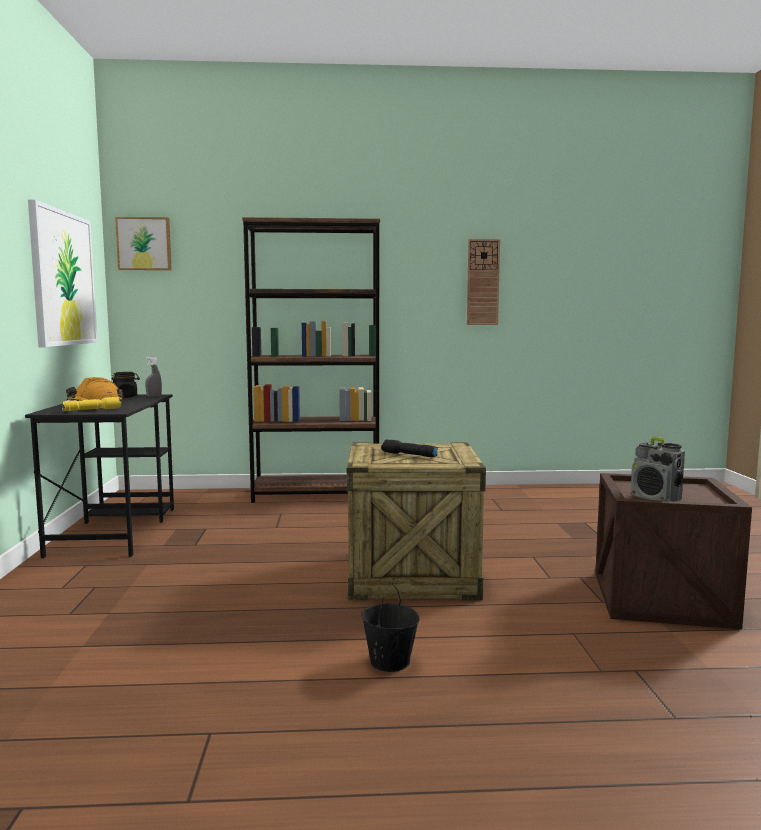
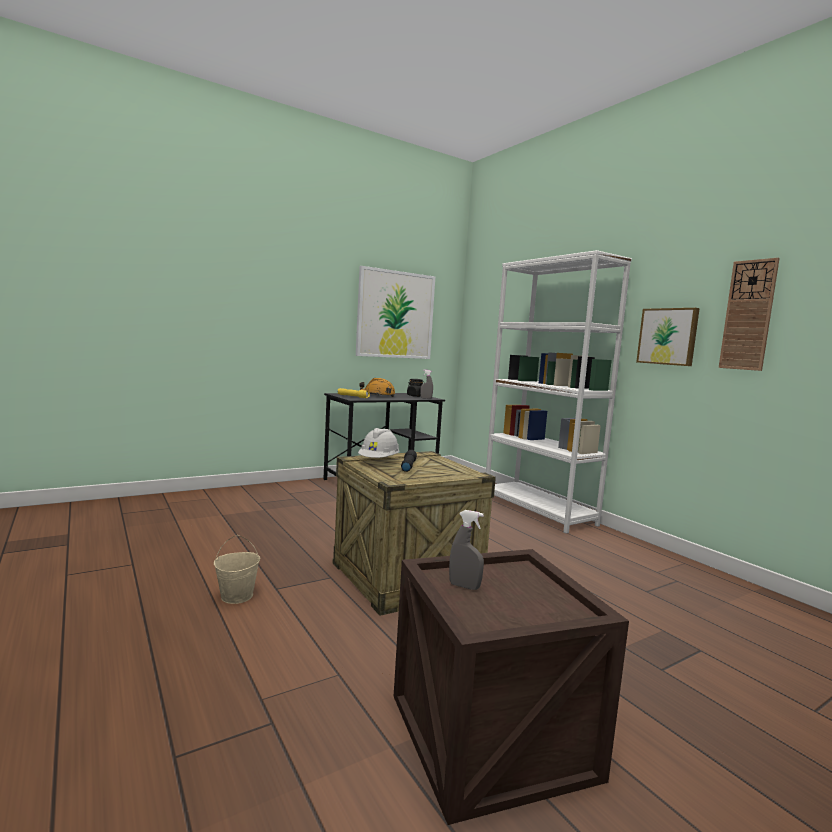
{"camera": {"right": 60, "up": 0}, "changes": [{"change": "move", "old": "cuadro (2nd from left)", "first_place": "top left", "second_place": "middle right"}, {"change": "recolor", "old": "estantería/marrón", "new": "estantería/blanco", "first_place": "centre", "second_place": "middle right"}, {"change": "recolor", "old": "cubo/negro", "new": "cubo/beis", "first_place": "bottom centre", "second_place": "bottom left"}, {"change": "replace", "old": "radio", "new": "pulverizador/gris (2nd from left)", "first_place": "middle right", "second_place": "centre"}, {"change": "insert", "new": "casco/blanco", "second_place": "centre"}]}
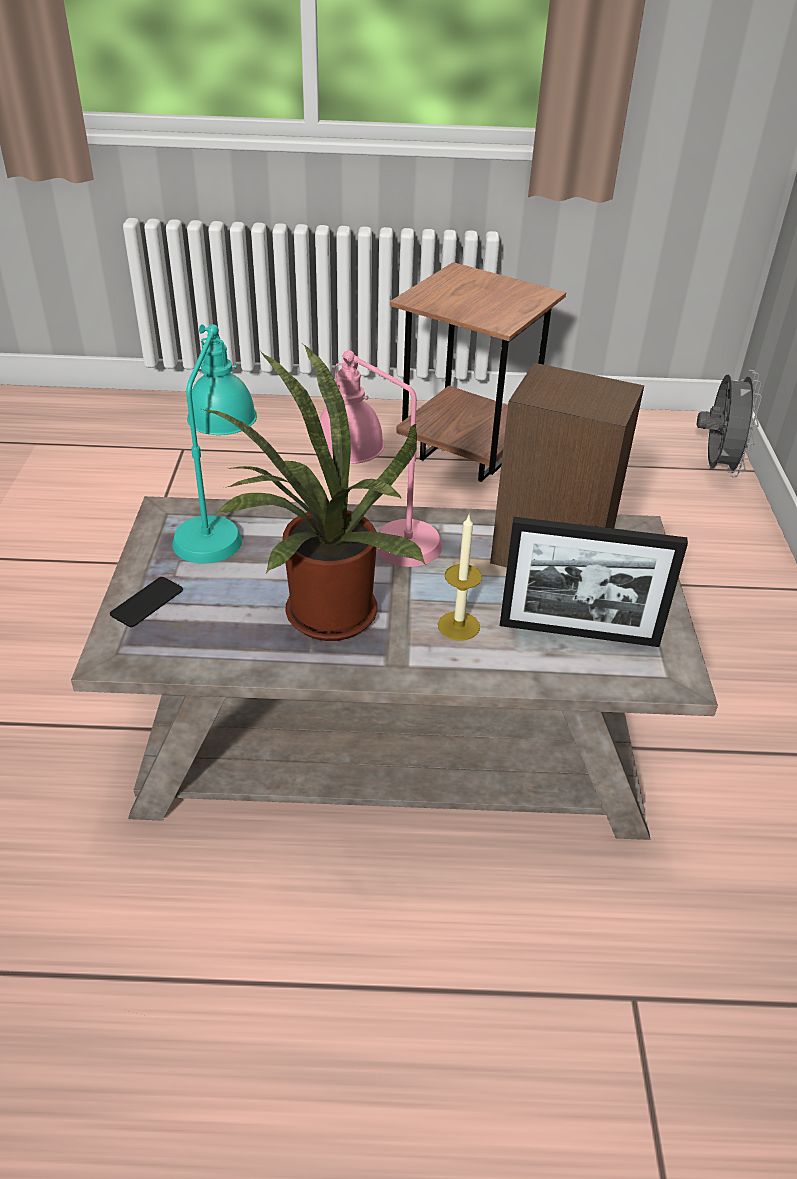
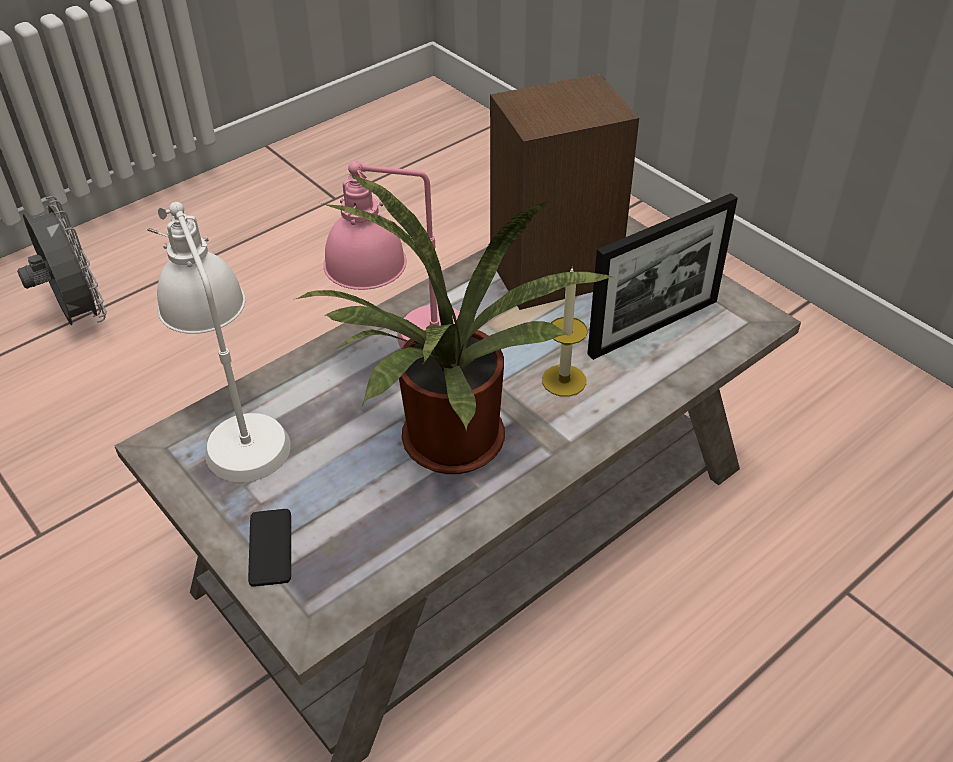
{"camera": {"right": -40, "up": 5}, "changes": [{"change": "recolor", "old": "lámpara de mesa/turquesa", "new": "lámpara de mesa/blanco", "first_place": "middle left", "second_place": "middle left"}, {"change": "delete", "old": "mesa auxiliar/marrón", "first_place": "top centre"}, {"change": "move", "old": "ventilador/gris", "first_place": "middle right", "second_place": "middle left"}]}
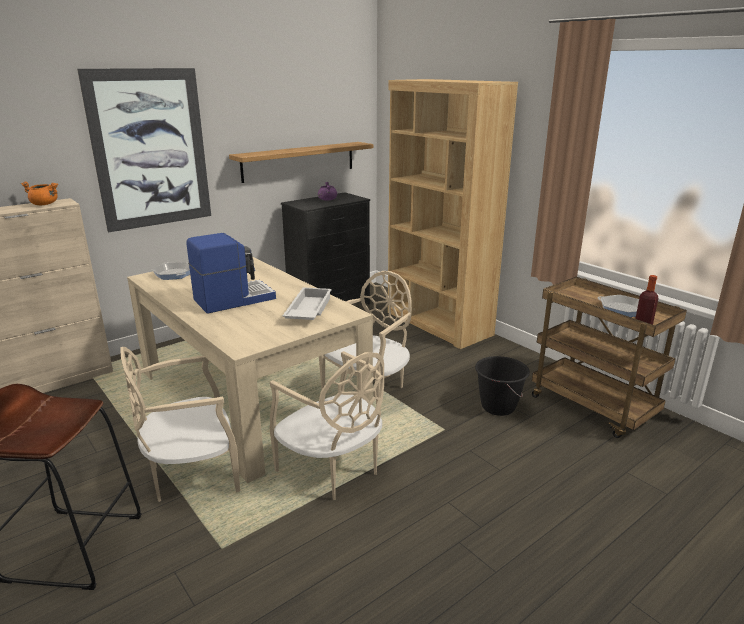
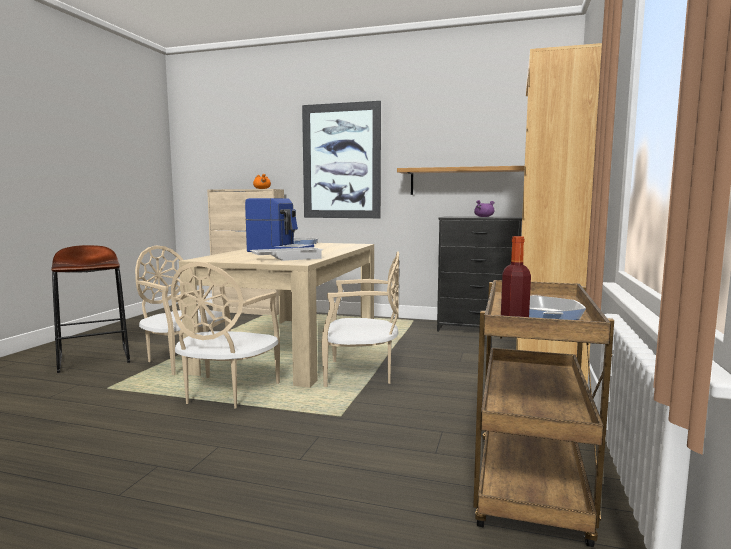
{"camera": {"right": 55, "up": -15}, "changes": [{"change": "delete", "old": "cubo/negro", "first_place": "middle right"}]}
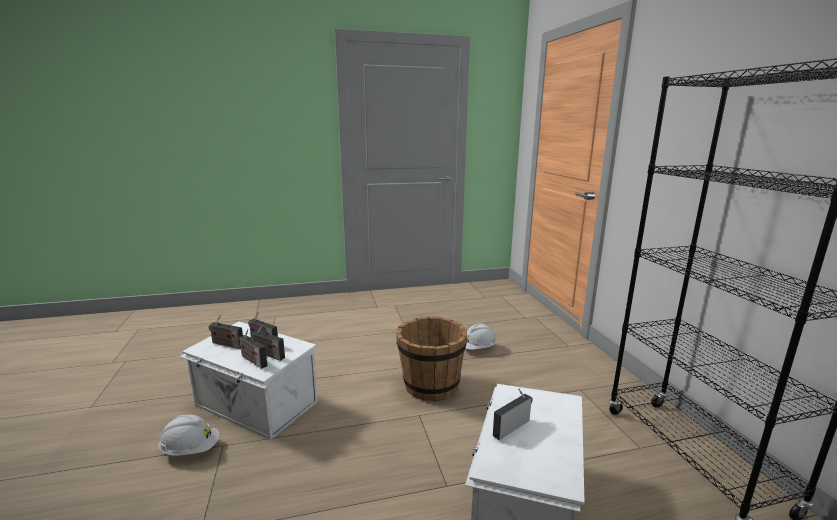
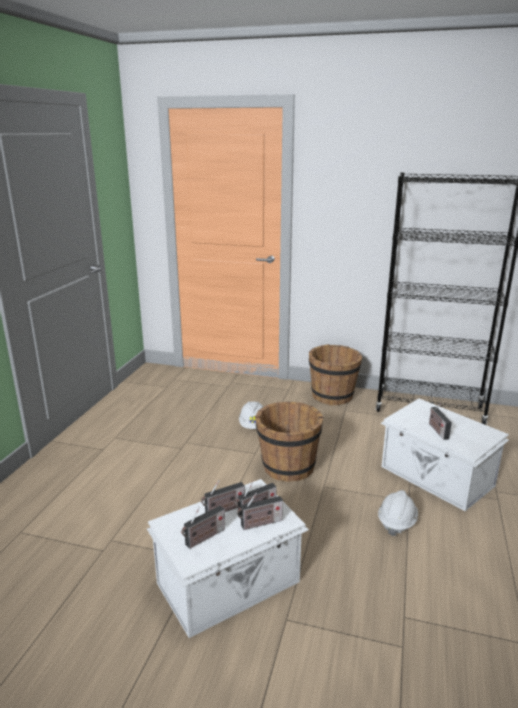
{"camera": {"right": -60, "up": 5}, "changes": [{"change": "move", "old": "casco/blanco (1st from left in the first image)", "new": "casco/blanco (2nd from left)", "first_place": "bottom left", "second_place": "bottom right"}, {"change": "insert", "new": "cubo/marrón (2nd from left)", "second_place": "centre"}]}
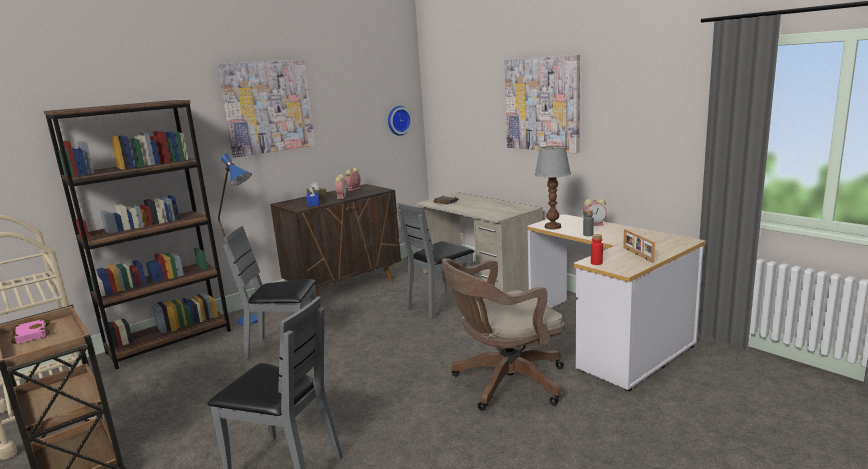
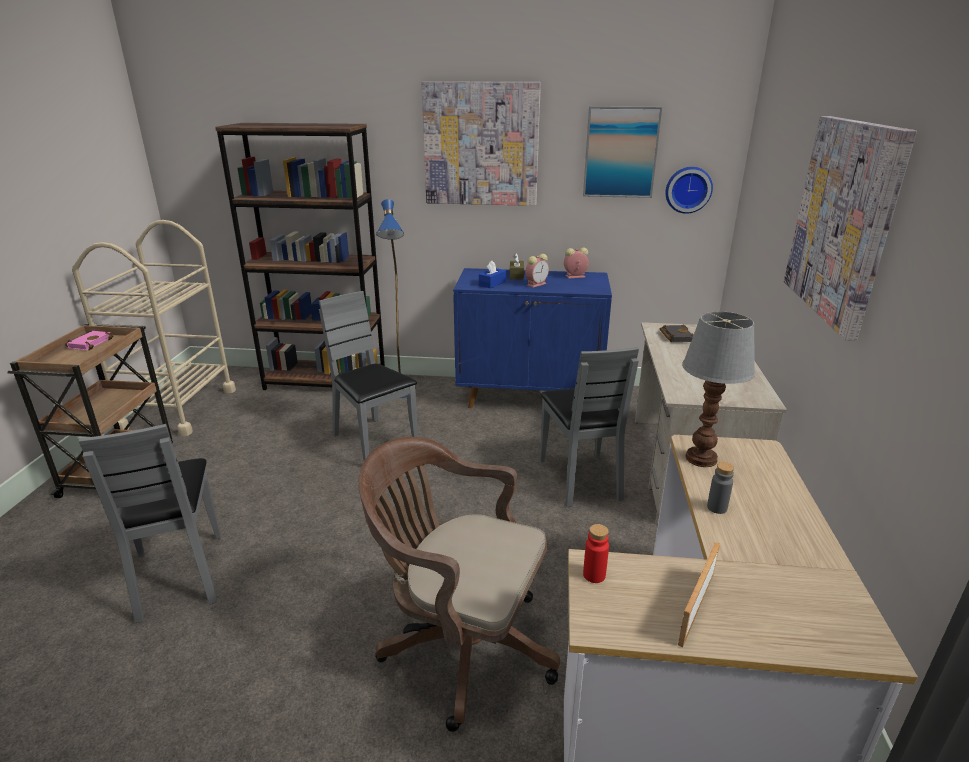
{"camera": {"right": 45, "up": 10}, "changes": [{"change": "recolor", "old": "armario/marrón", "new": "armario/azul", "first_place": "centre", "second_place": "centre"}, {"change": "rotate", "old": "silla/gris (3rd from left)", "first_place": "centre", "second_place": "centre", "degrees": -105}, {"change": "delete", "old": "despertador (3rd from left)", "first_place": "middle right"}, {"change": "insert", "new": "cuadro (2nd from left)", "second_place": "top centre"}]}
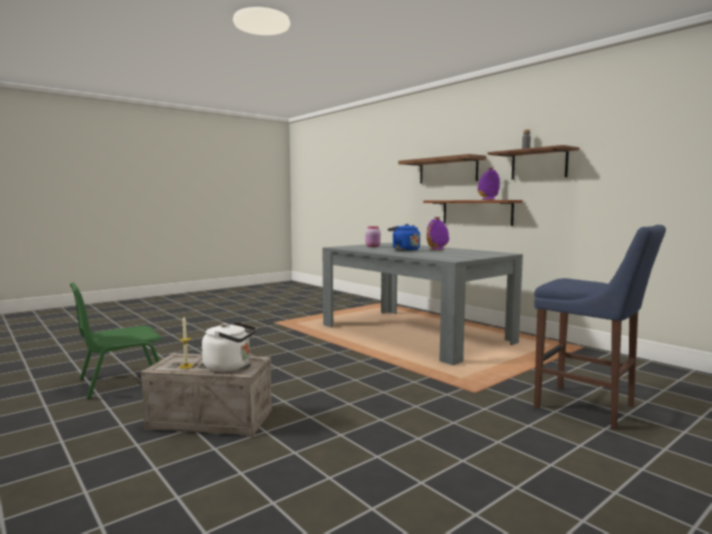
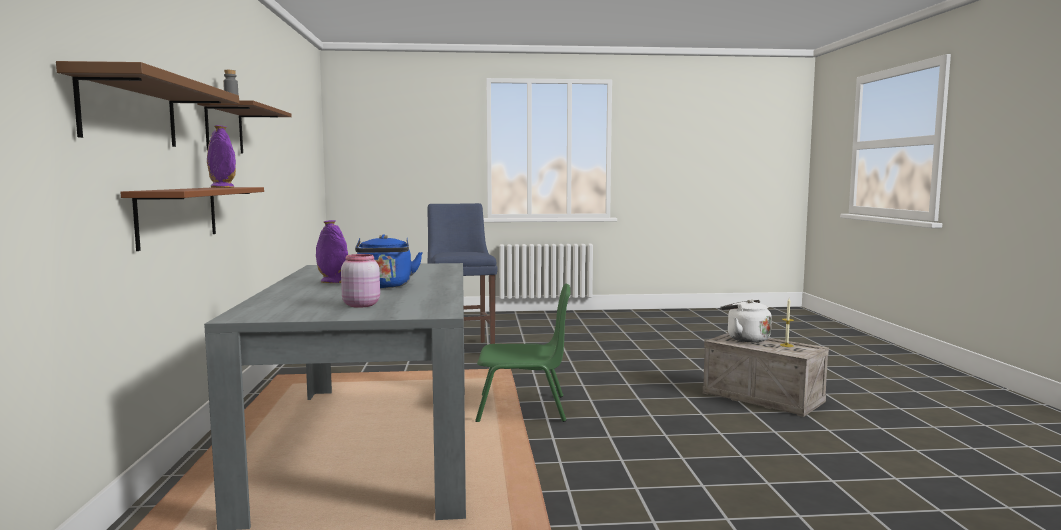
{"camera": {"right": -145, "up": 0}, "changes": [{"change": "move", "old": "silla/verde", "first_place": "middle left", "second_place": "centre"}]}
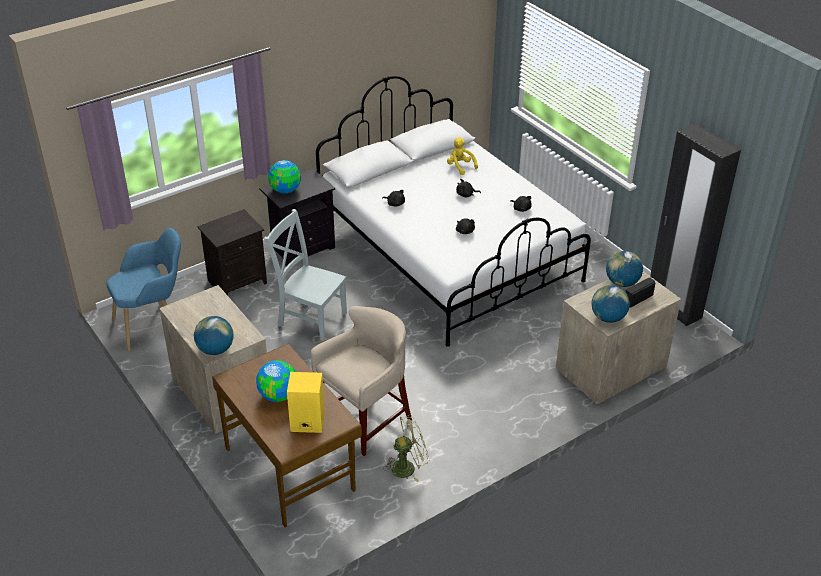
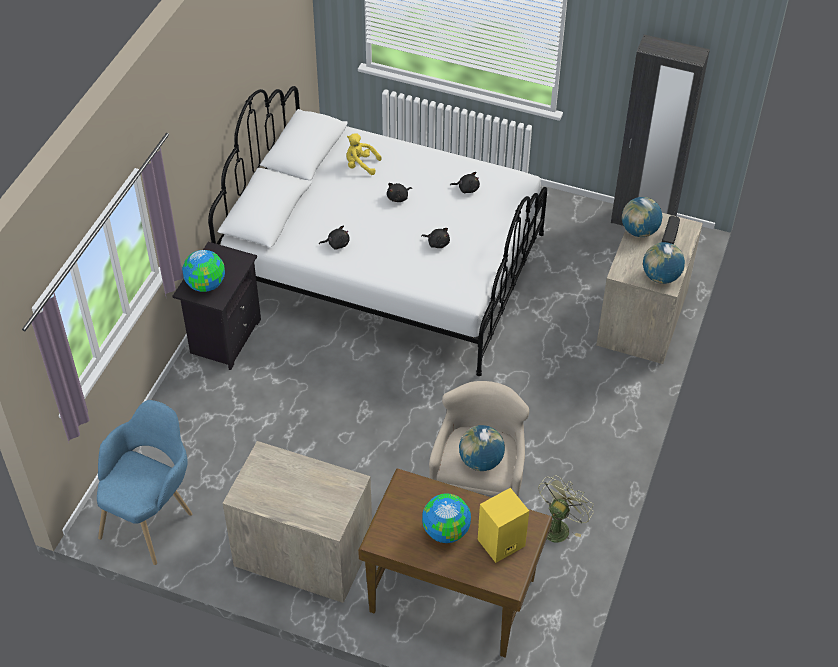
{"camera": {"right": -35, "up": 10}, "changes": [{"change": "move", "old": "globo terráqueo (1st from left in the first image)", "new": "globo terráqueo (3rd from left)", "first_place": "middle left", "second_place": "bottom centre"}, {"change": "delete", "old": "mesita de noche/negro (1st from left)", "first_place": "middle left"}, {"change": "delete", "old": "silla/gris", "first_place": "centre"}]}
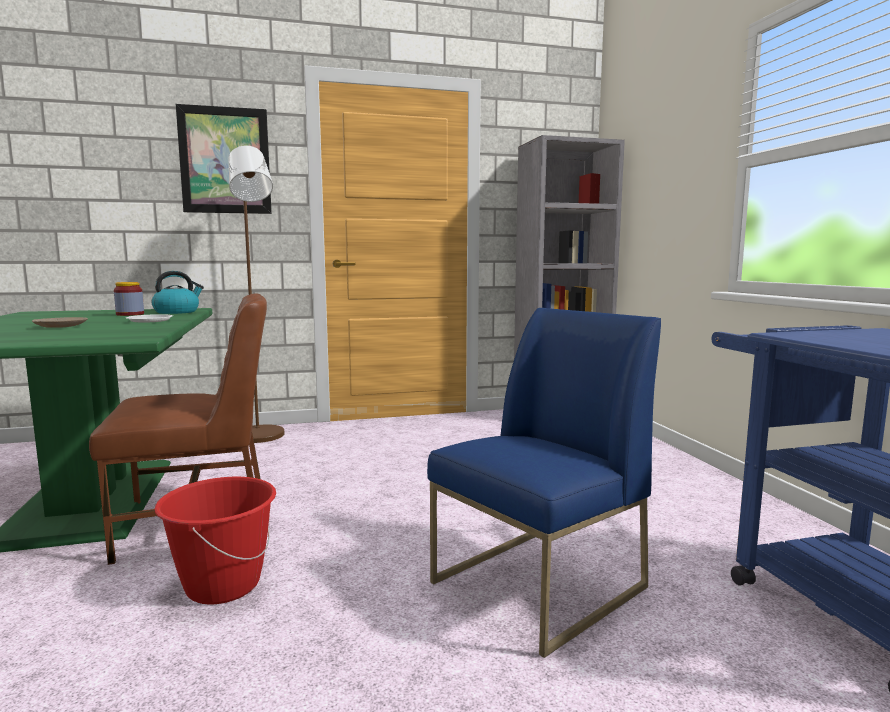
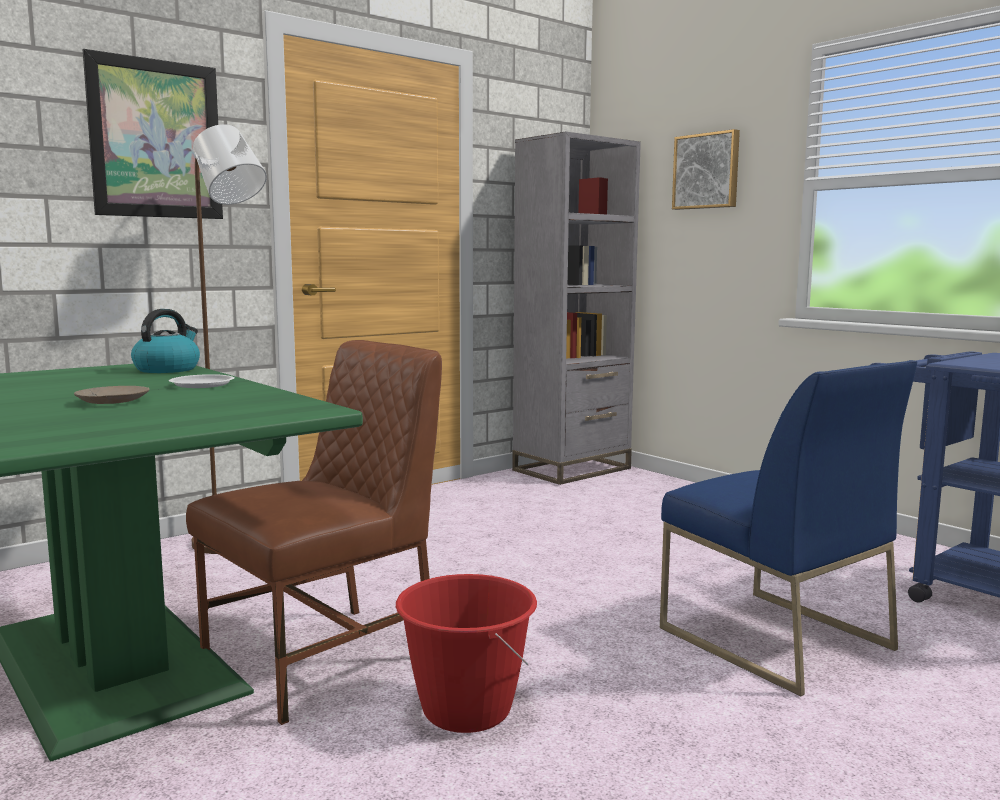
{"camera": {"right": -25, "up": 0}, "changes": [{"change": "delete", "old": "tarro", "first_place": "middle left"}, {"change": "rotate", "old": "silla/azul", "first_place": "bottom centre", "second_place": "middle right", "degrees": 120}, {"change": "insert", "new": "cuadro (2nd from left)", "second_place": "top right"}]}
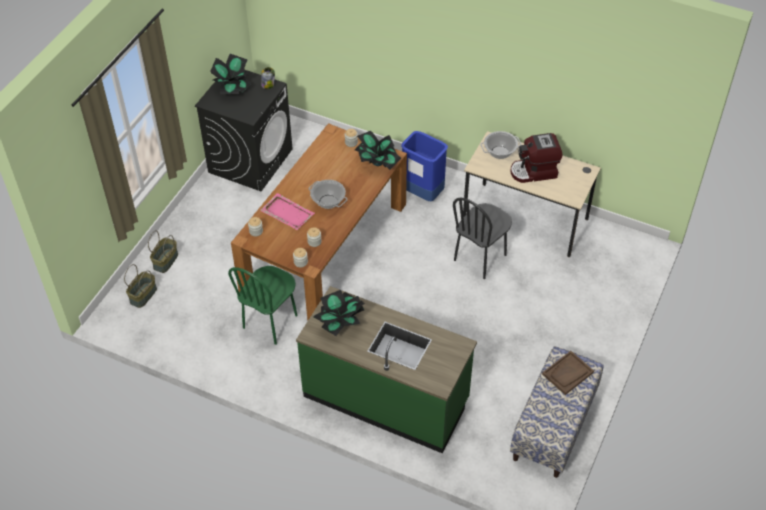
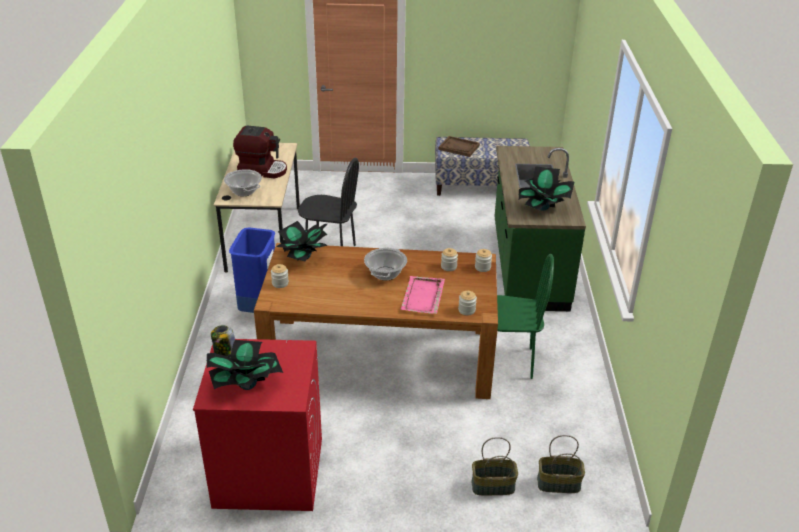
{"camera": {"right": -115, "up": -15}, "changes": [{"change": "recolor", "old": "lavadora/negro", "new": "lavadora/rojo", "first_place": "top left", "second_place": "bottom left"}, {"change": "rotate", "old": "cafetera", "first_place": "top right", "second_place": "top left", "degrees": -45}]}
